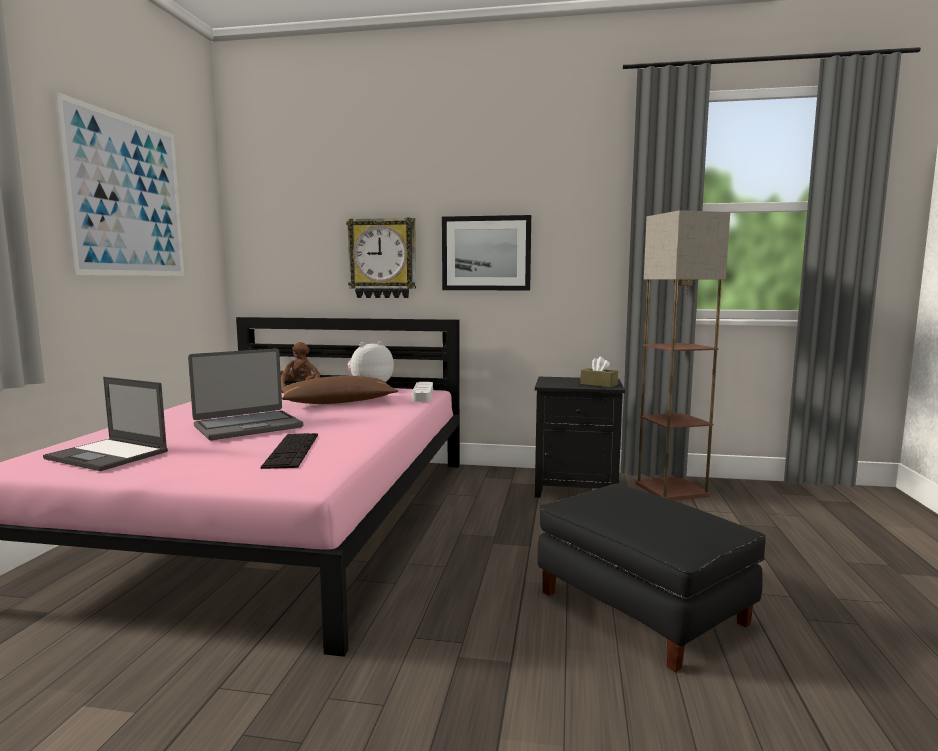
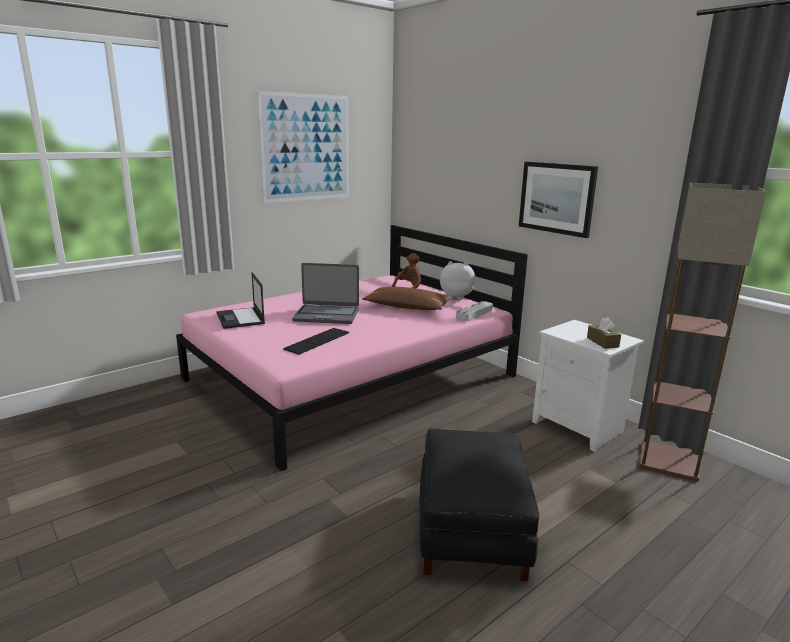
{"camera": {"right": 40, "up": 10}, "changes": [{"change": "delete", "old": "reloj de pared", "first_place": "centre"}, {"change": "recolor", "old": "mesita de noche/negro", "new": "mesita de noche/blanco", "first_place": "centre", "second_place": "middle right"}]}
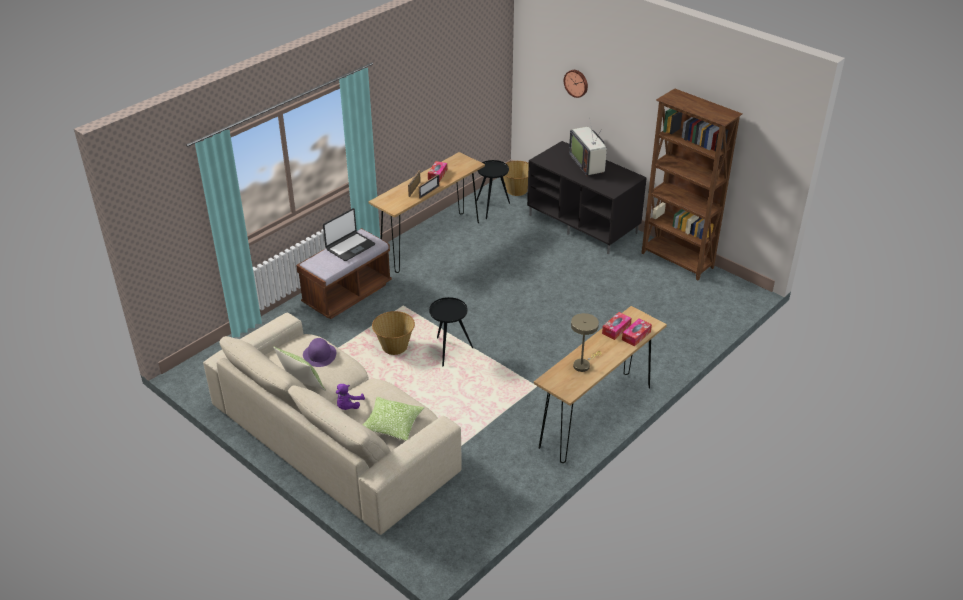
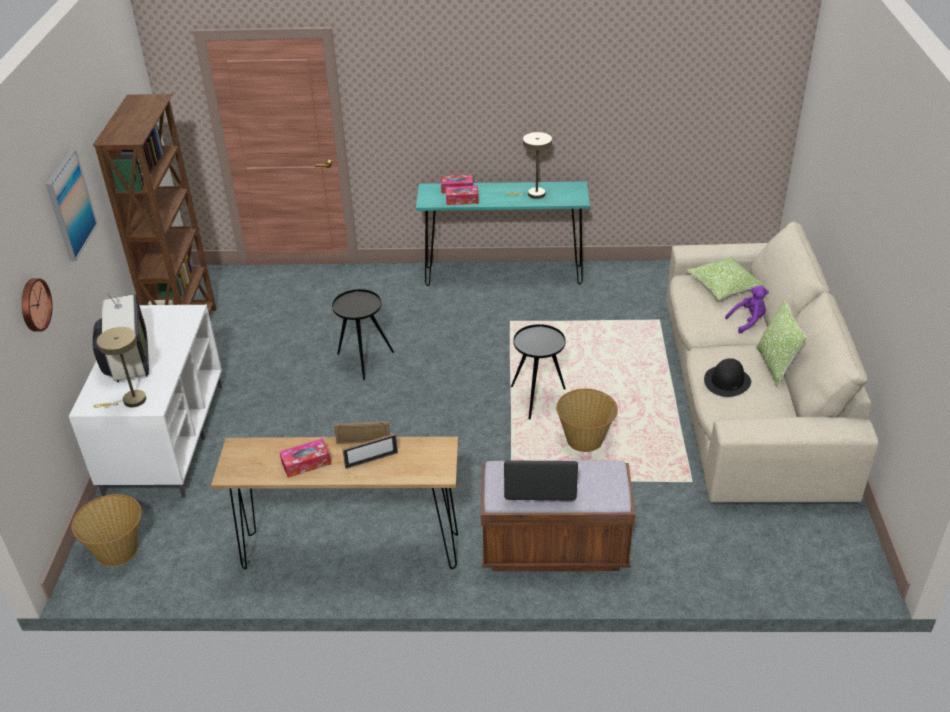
{"camera": {"right": -130, "up": 0}, "changes": [{"change": "recolor", "old": "sombrero/morado", "new": "sombrero/negro", "first_place": "middle left", "second_place": "middle right"}, {"change": "move", "old": "mesa auxiliar/negro (2nd from left in the first image)", "new": "mesa auxiliar/negro (1st from left)", "first_place": "top centre", "second_place": "centre"}, {"change": "recolor", "old": "mueble de televisión/negro", "new": "mueble de televisión/blanco", "first_place": "top centre", "second_place": "middle left"}, {"change": "recolor", "old": "mesa consola/marrón (2nd from left)", "new": "mesa consola/turquesa", "first_place": "centre", "second_place": "top centre"}, {"change": "rotate", "old": "televisor", "first_place": "top centre", "second_place": "middle left", "degrees": -45}, {"change": "insert", "new": "cuadro", "second_place": "top left"}, {"change": "insert", "new": "lámpara de mesa/beis (1st from left)", "second_place": "middle left"}]}
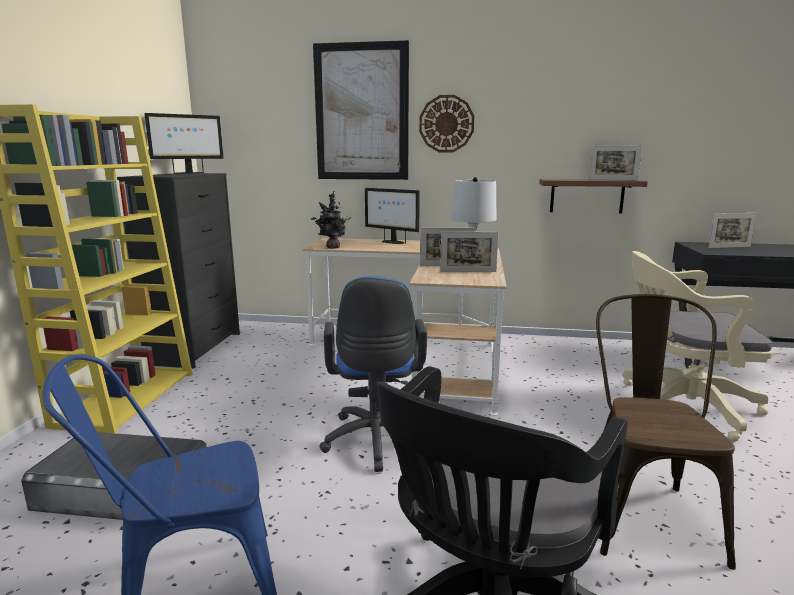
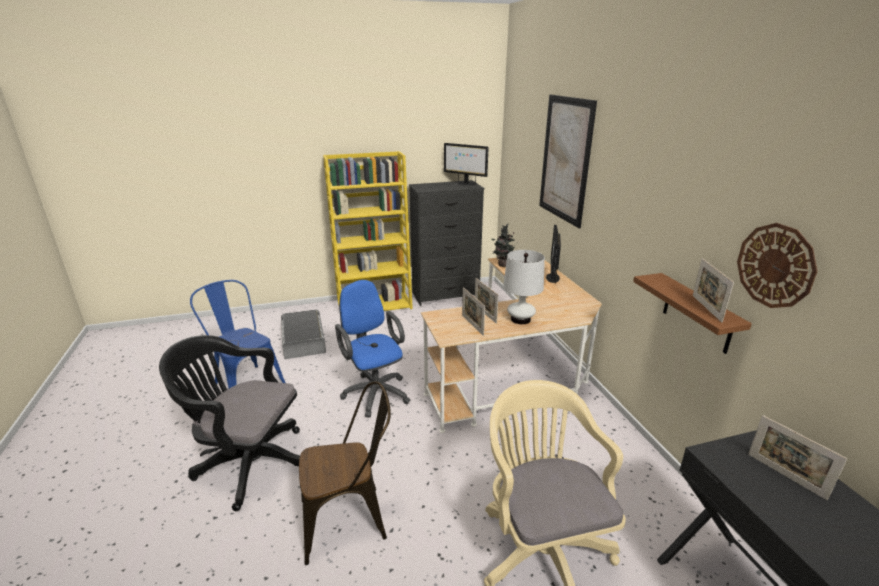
{"camera": {"right": 65, "up": 10}, "changes": [{"change": "rotate", "old": "silla de oficina/azul", "first_place": "centre", "second_place": "centre", "degrees": 90}, {"change": "move", "old": "reloj de pared", "first_place": "top centre", "second_place": "middle right"}]}
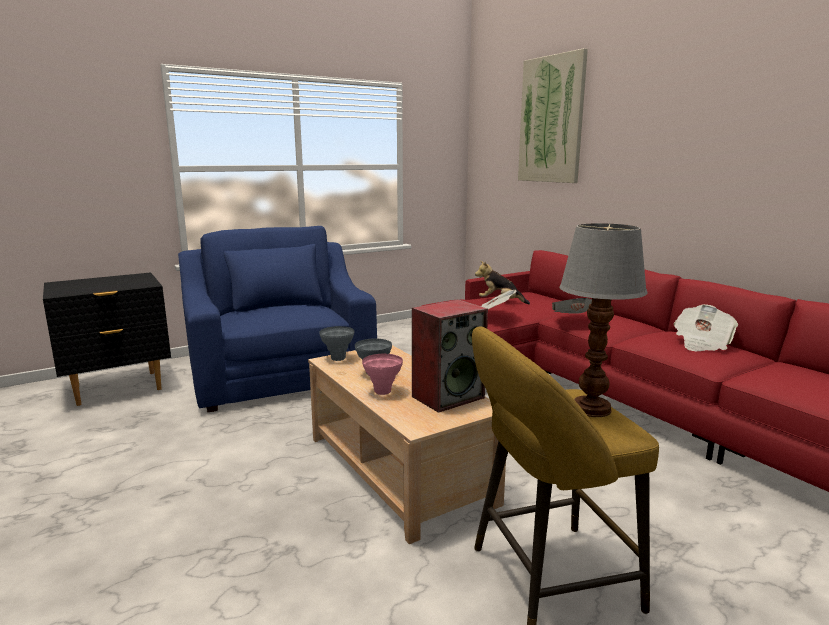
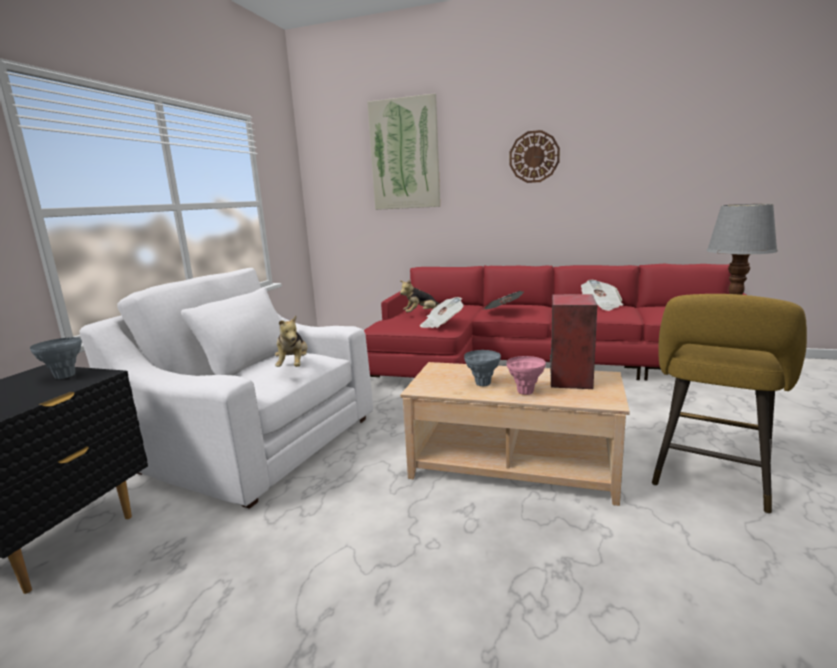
{"camera": {"right": -40, "up": 0}, "changes": [{"change": "recolor", "old": "sillón/azul", "new": "sillón/blanco", "first_place": "centre", "second_place": "middle left"}, {"change": "move", "old": "florero/gris (1st from left)", "first_place": "centre", "second_place": "middle left"}, {"change": "insert", "new": "peluche (1st from left)", "second_place": "centre"}, {"change": "insert", "new": "reloj de pared", "second_place": "top centre"}]}
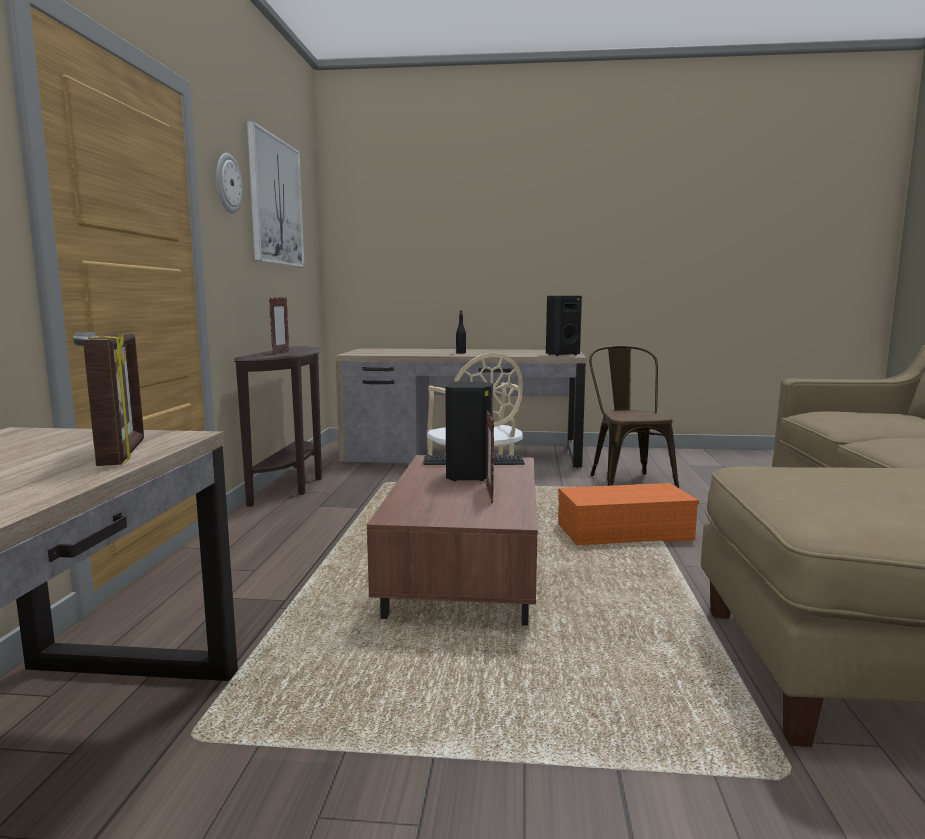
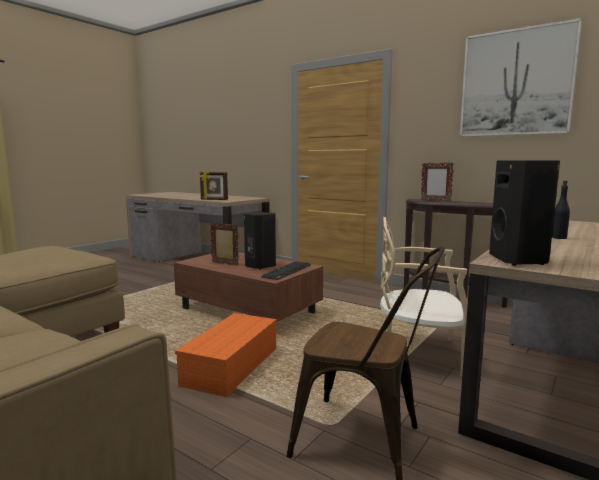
{"camera": {"right": 120, "up": 0}, "changes": [{"change": "delete", "old": "reloj de pared", "first_place": "top left"}]}
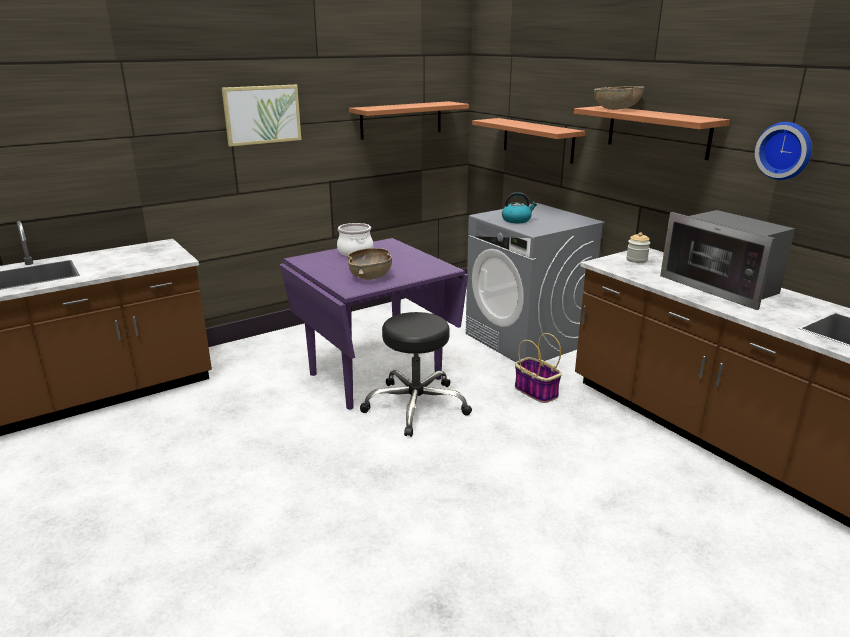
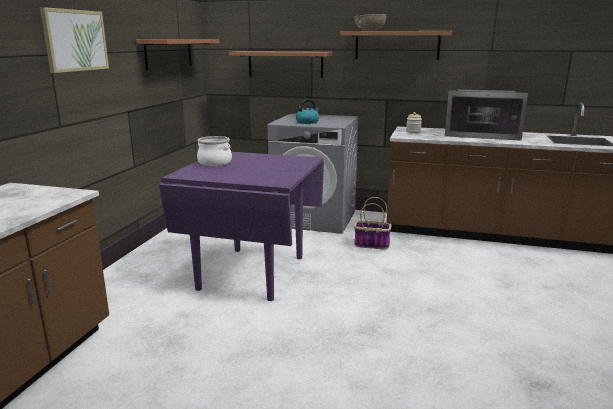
{"camera": {"right": -40, "up": -5}, "changes": [{"change": "delete", "old": "cuenco/marrón (1st from left)", "first_place": "centre"}, {"change": "delete", "old": "taburete/negro", "first_place": "centre"}, {"change": "delete", "old": "reloj de pared", "first_place": "top right"}]}
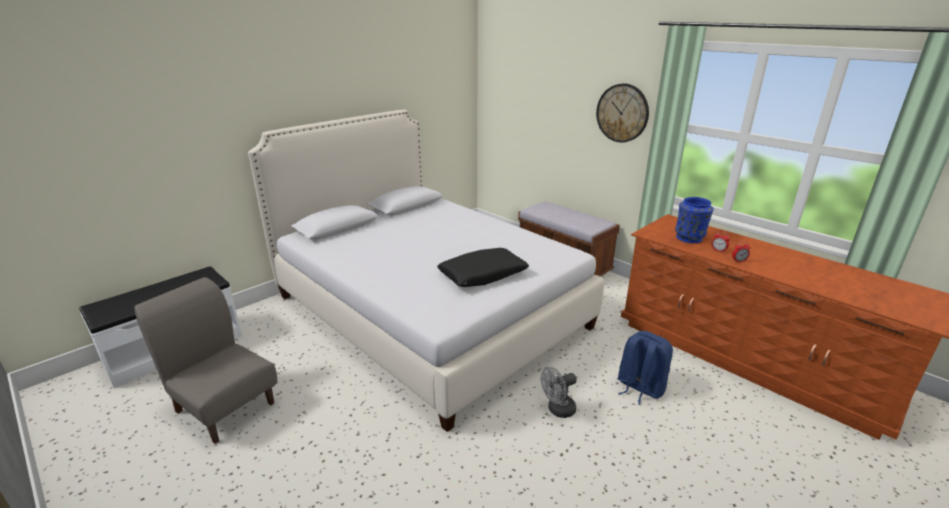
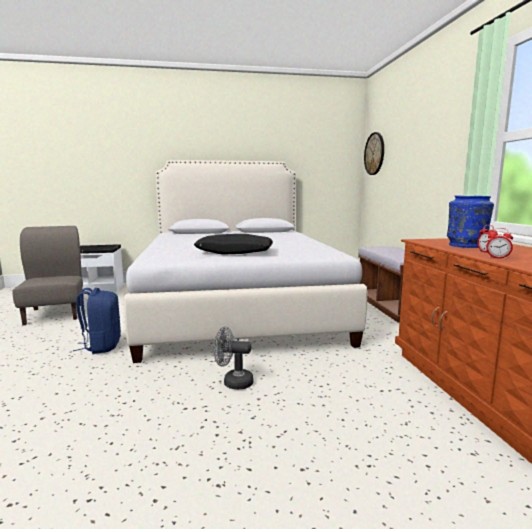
{"camera": {"right": 35, "up": -15}, "changes": [{"change": "move", "old": "reloj de pared", "first_place": "top centre", "second_place": "top right"}, {"change": "move", "old": "mochila/azul", "first_place": "bottom right", "second_place": "middle left"}]}
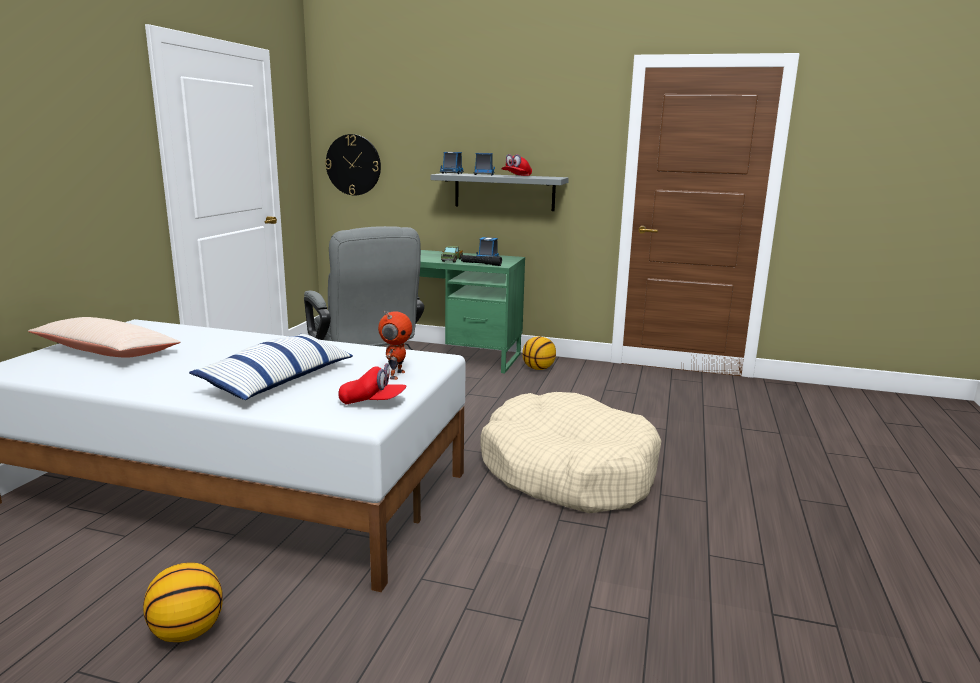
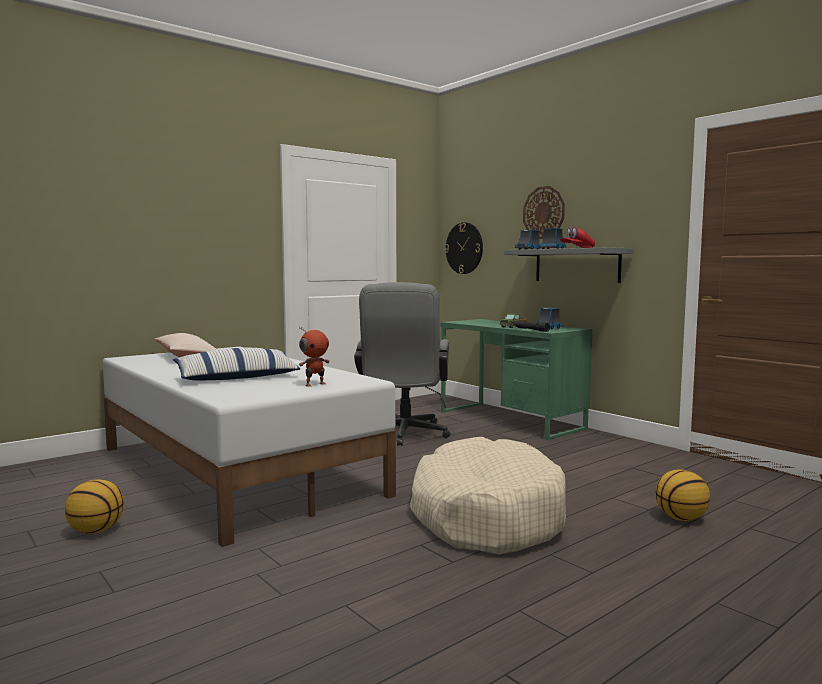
{"camera": {"right": 35, "up": -10}, "changes": [{"change": "delete", "old": "gorra/rojo (1st from left)", "first_place": "centre"}, {"change": "move", "old": "balón de baloncesto (2nd from left)", "first_place": "centre", "second_place": "bottom right"}, {"change": "insert", "new": "reloj de pared (2nd from left)", "second_place": "top centre"}]}
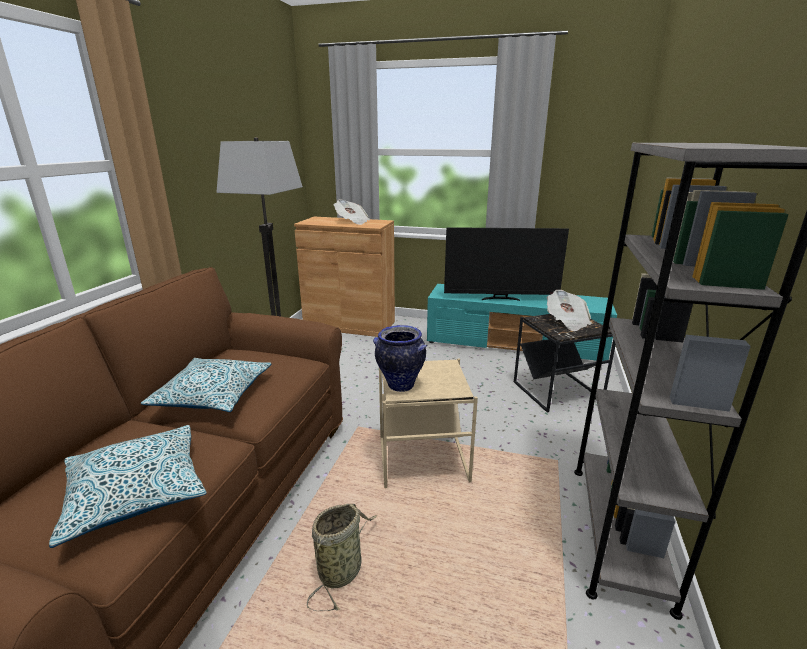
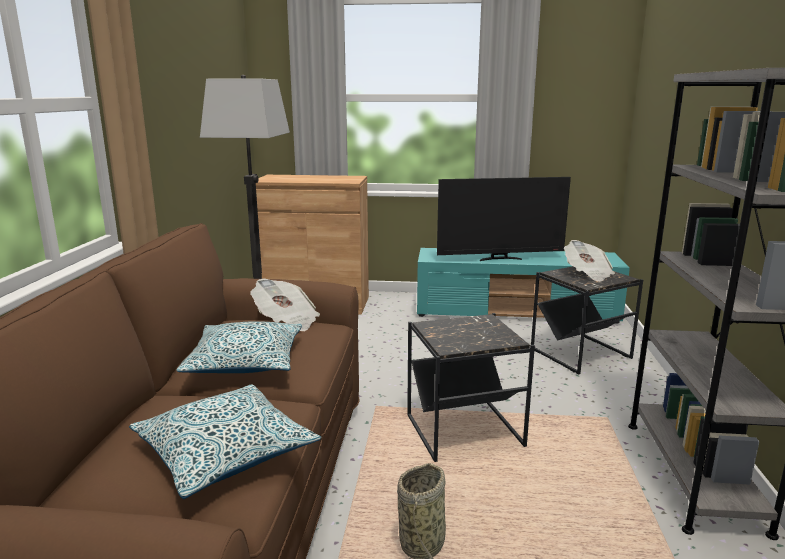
{"camera": {"right": -10, "up": -5}, "changes": [{"change": "move", "old": "periódico (1st from left)", "first_place": "top centre", "second_place": "centre"}, {"change": "delete", "old": "florero", "first_place": "centre"}, {"change": "recolor", "old": "mesa auxiliar/beis", "new": "mesa auxiliar/negro (1st from left)", "first_place": "centre", "second_place": "bottom centre"}]}
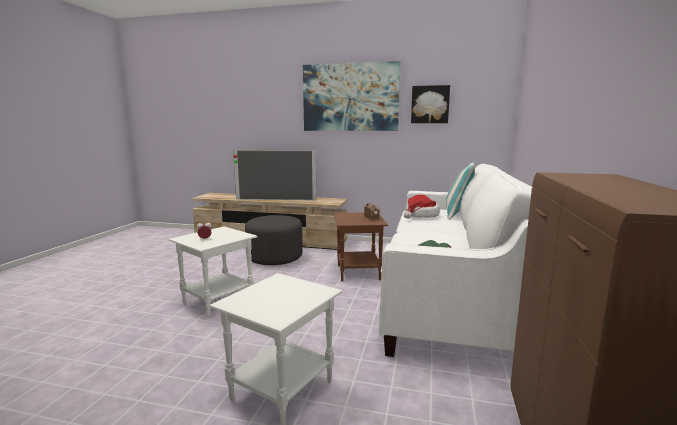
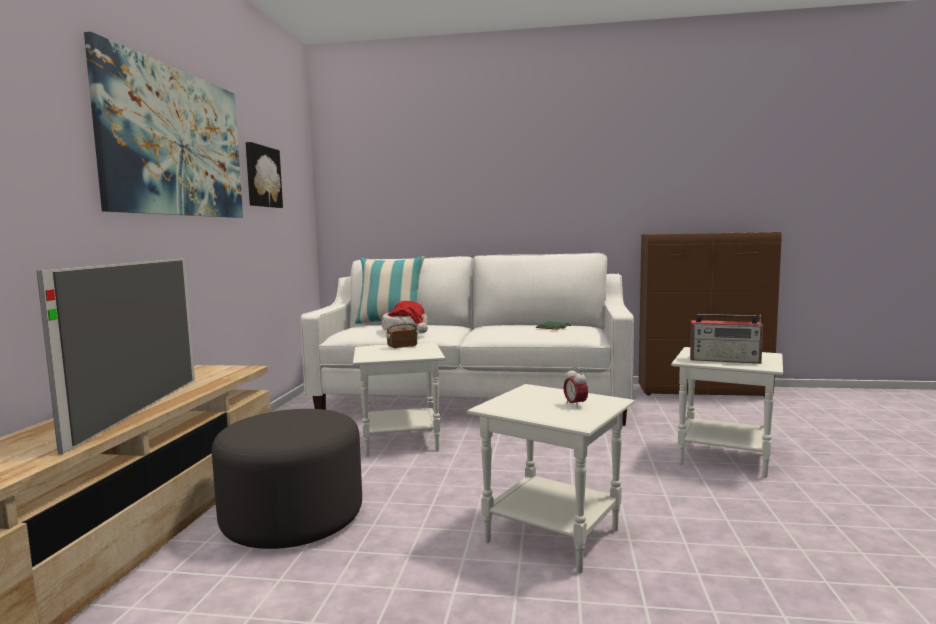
{"camera": {"right": -95, "up": -5}, "changes": [{"change": "recolor", "old": "mesa auxiliar/marrón", "new": "mesa auxiliar/blanco (1st from left)", "first_place": "centre", "second_place": "centre"}, {"change": "insert", "new": "radio (2nd from left)", "second_place": "middle right"}]}
